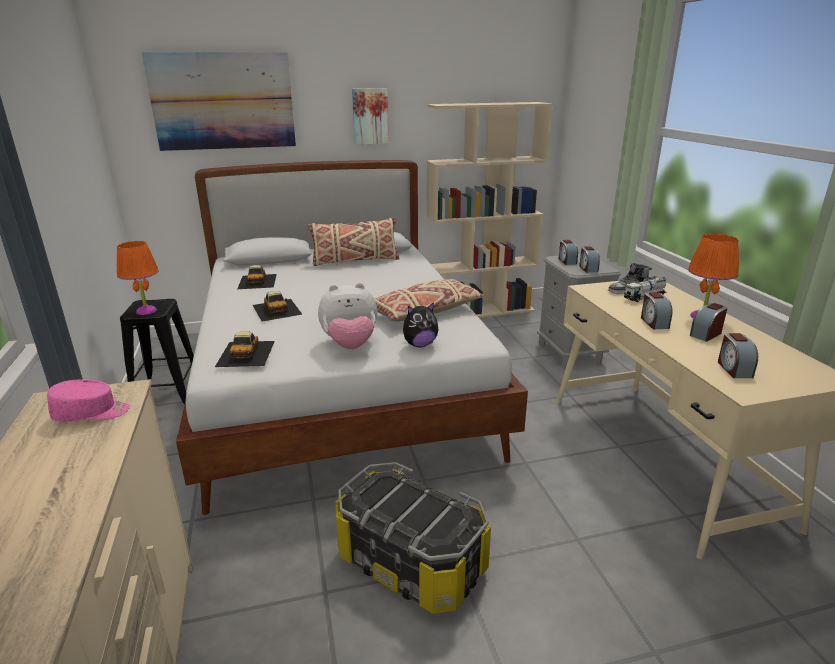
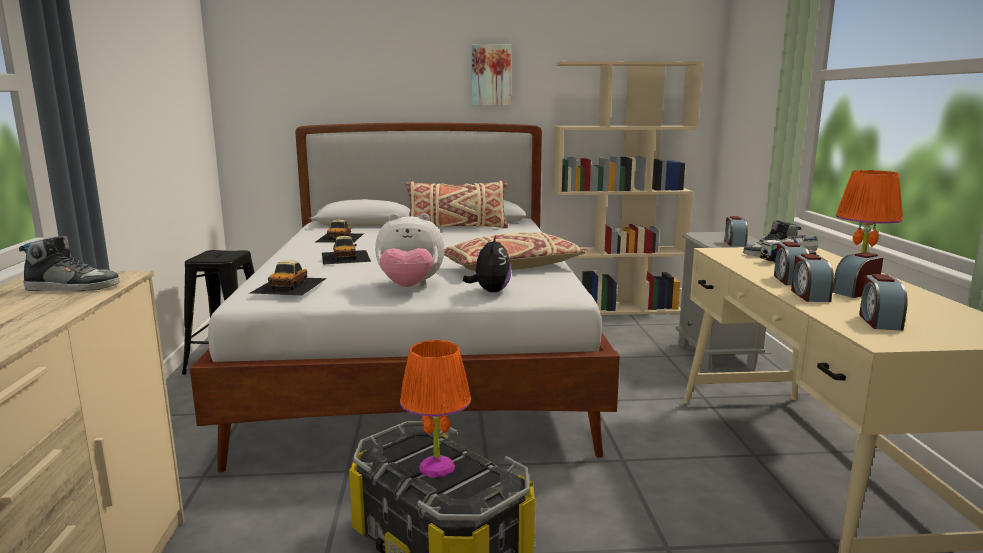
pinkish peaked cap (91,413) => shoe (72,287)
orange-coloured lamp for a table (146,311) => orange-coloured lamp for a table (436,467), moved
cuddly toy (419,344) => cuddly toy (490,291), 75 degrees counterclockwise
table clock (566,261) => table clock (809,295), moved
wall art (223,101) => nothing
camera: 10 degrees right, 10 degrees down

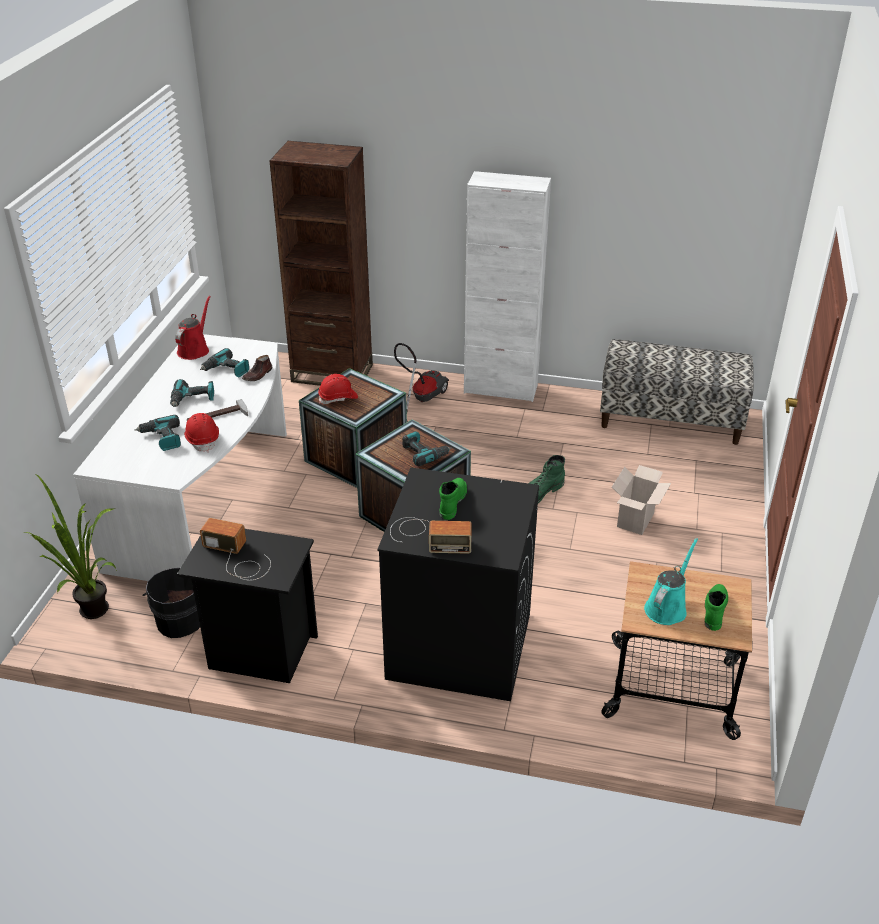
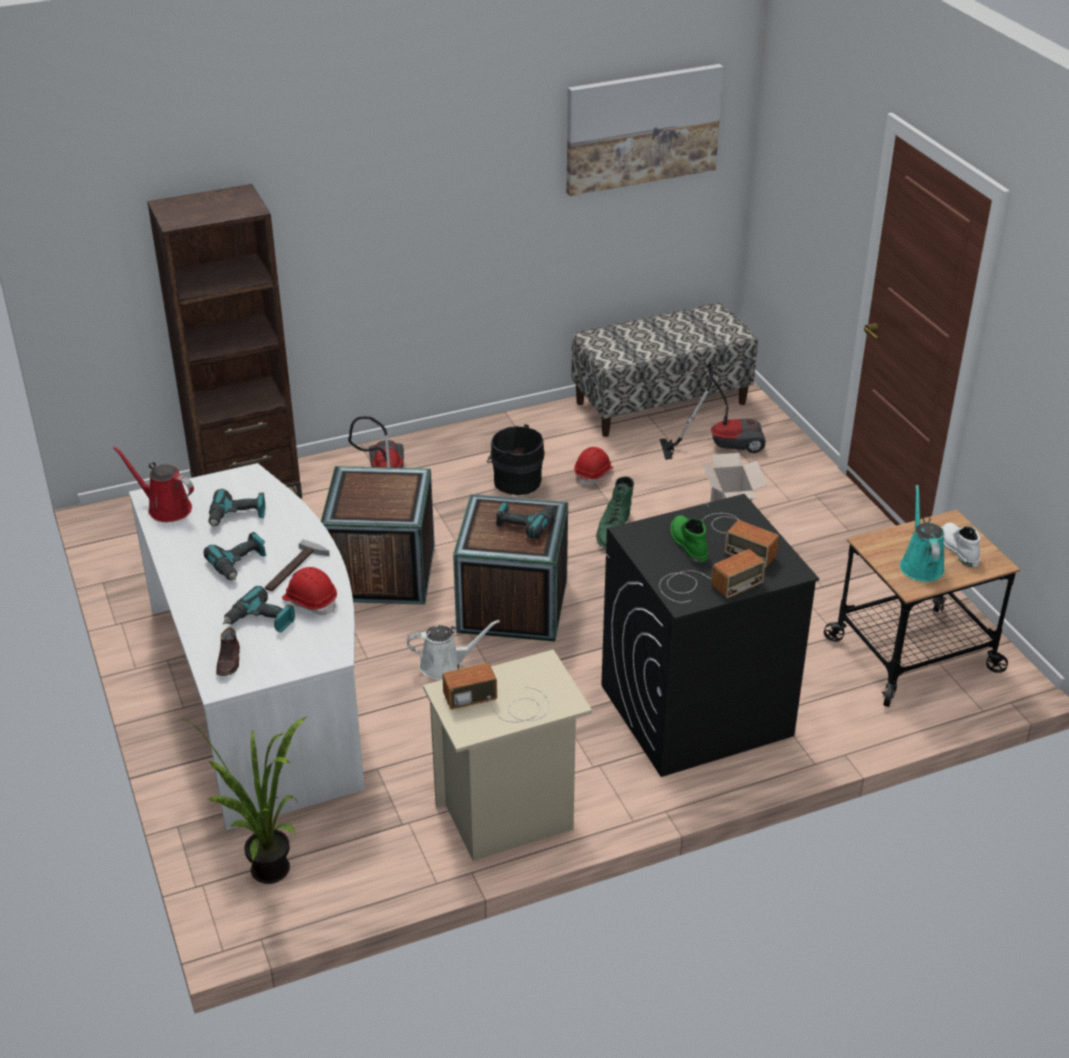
red-coloured watering pot (194,349) => red-coloured watering pot (165,508), 45 degrees counterclockwise
brown-coloured shoe (258,375) => brown-coloured shoe (229,661), moved
nothing => whitish watering pot (445,665)
blackish nightstand (259,652) => sand-coloured nightstand (507,817)
blackish pail (179,619) => blackish pail (515,480), moved
nothing => wall art (642,128)
red-coloured work helmet (338,398) => red-coloured work helmet (594,474), moved
nothing => vacuum cleaner (721,444)
nothing => radio set (736,538)
green-coloured tall boot (714,610) => whitish tall boot (957,549)
whitish cabinet (500,389) => nothing
camera: 35 degrees left, 0 degrees up

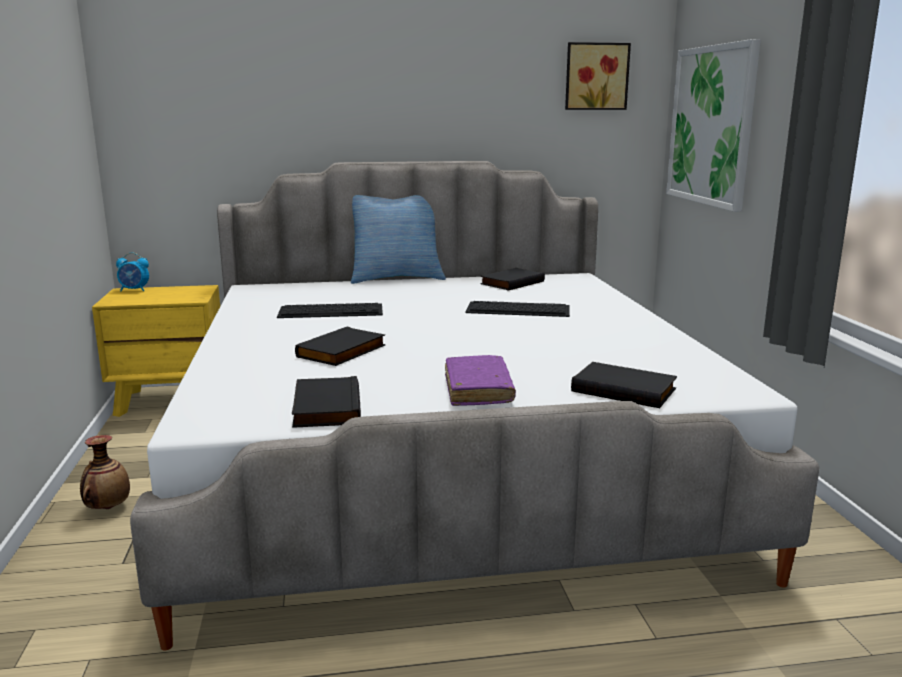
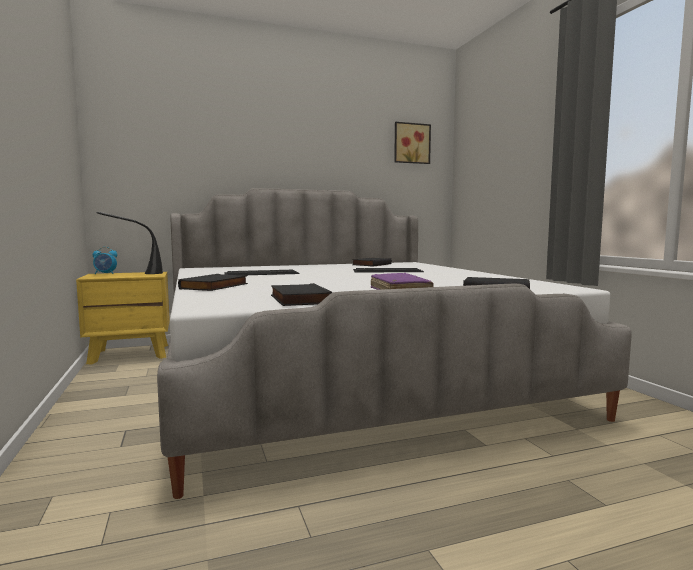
nothing => blackish lamp for a table (132,274)
blackish volume (342,352) => blackish volume (215,286), moved
vase (107,508) => nothing
pillow (396,278) => nothing
wall art (711,125) => nothing
camera: 10 degrees left, 10 degrees down

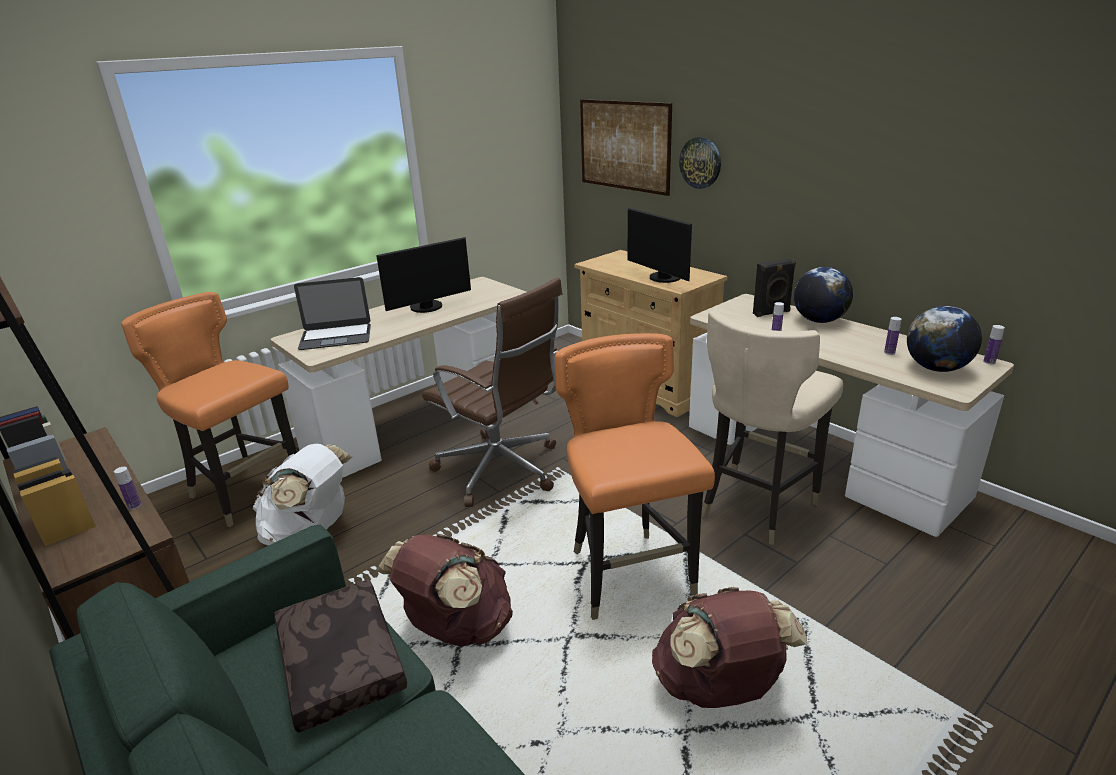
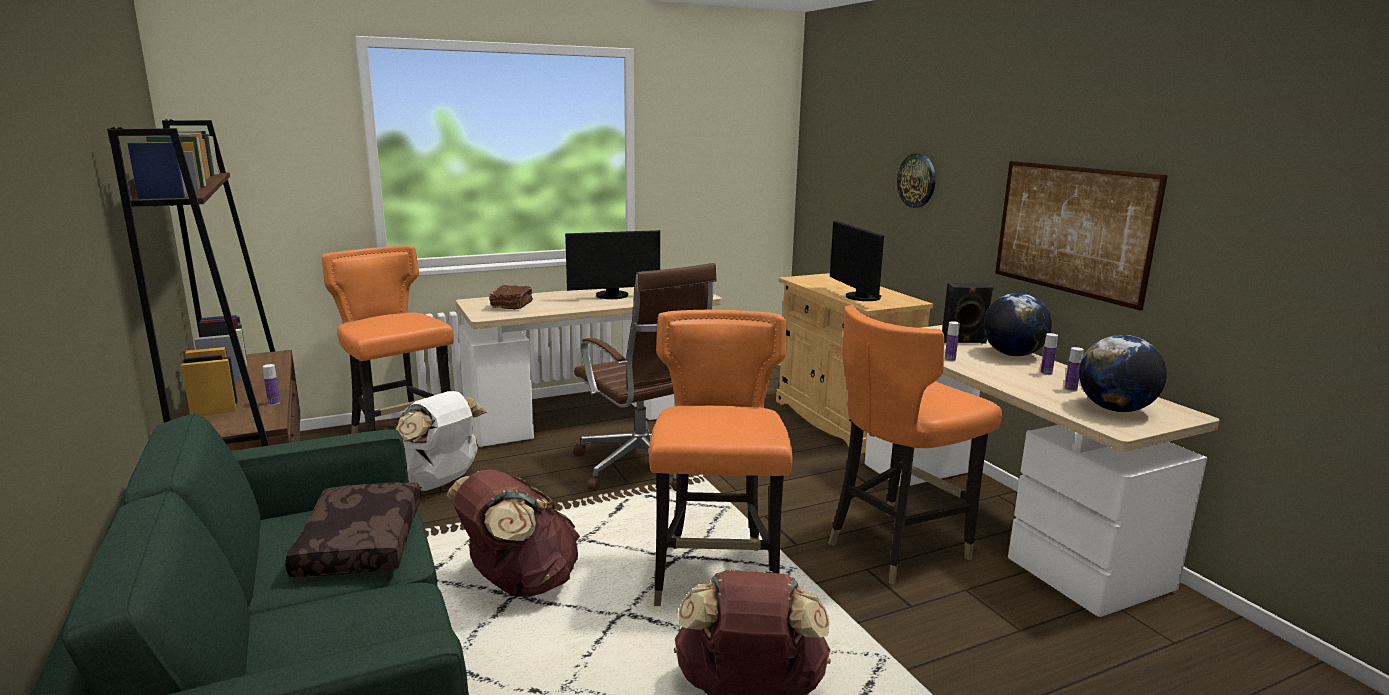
notebook computer (336,337) => brown-coloured volume (512,305)
sand-coloured plain chair (756,506) => orange-coloured plain chair (896,547)
wall art (624,145) => wall art (1072,230), moved
bottle (989,362) => bottle (1046,373), moved
camera: 15 degrees right, 10 degrees down

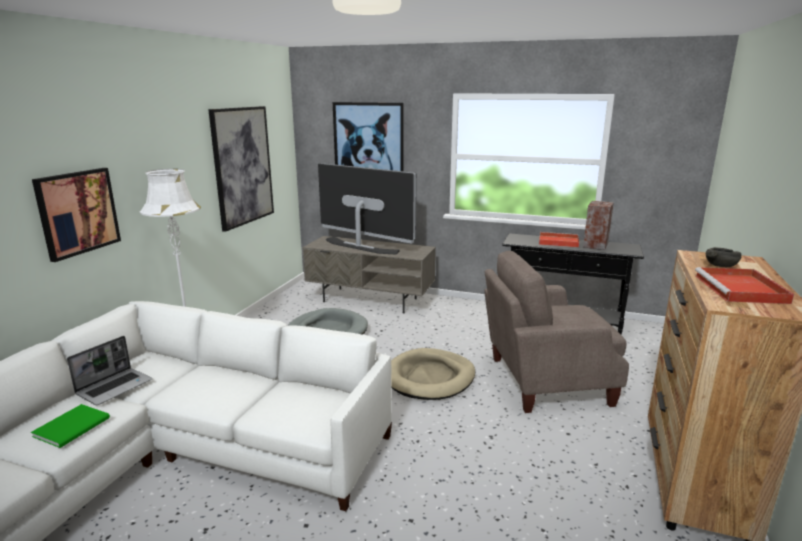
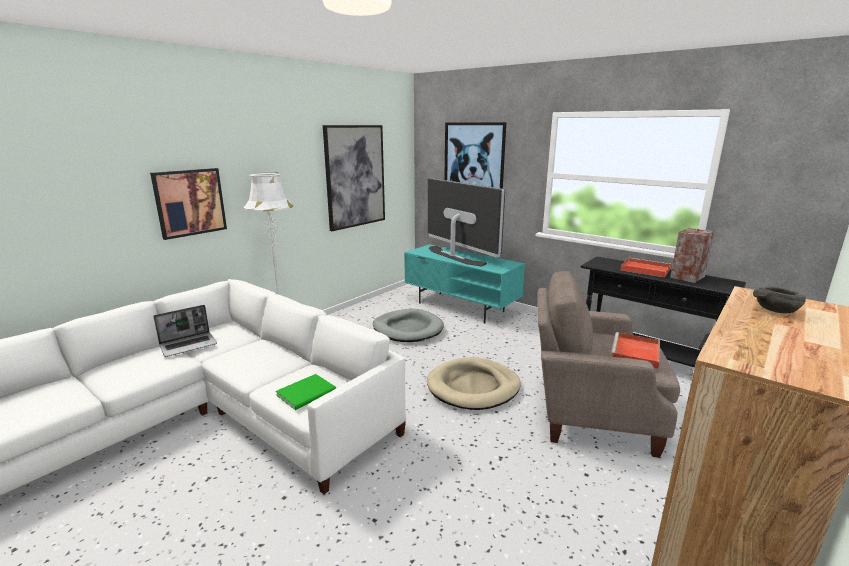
green-coloured volume (74,426) => green-coloured volume (308,393), moved
gray media console (371,300) => blue-green media console (461,307)
red-coloured serving tray (741,289) => red-coloured serving tray (636,353), moved
camera: 20 degrees right, 0 degrees up

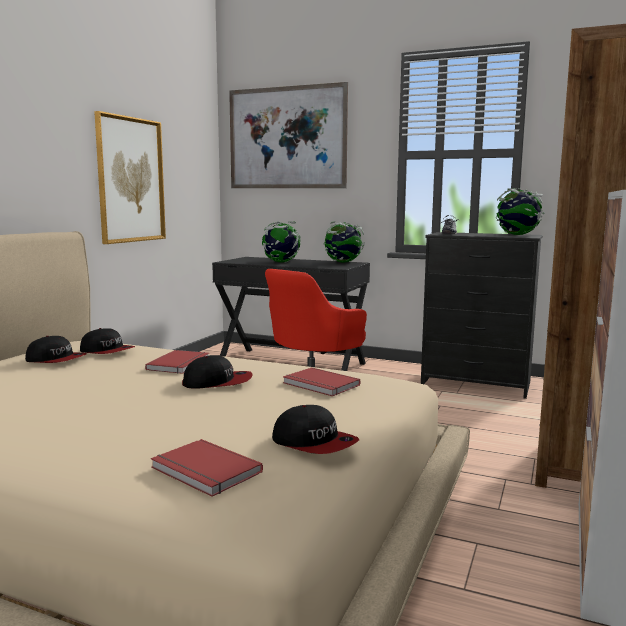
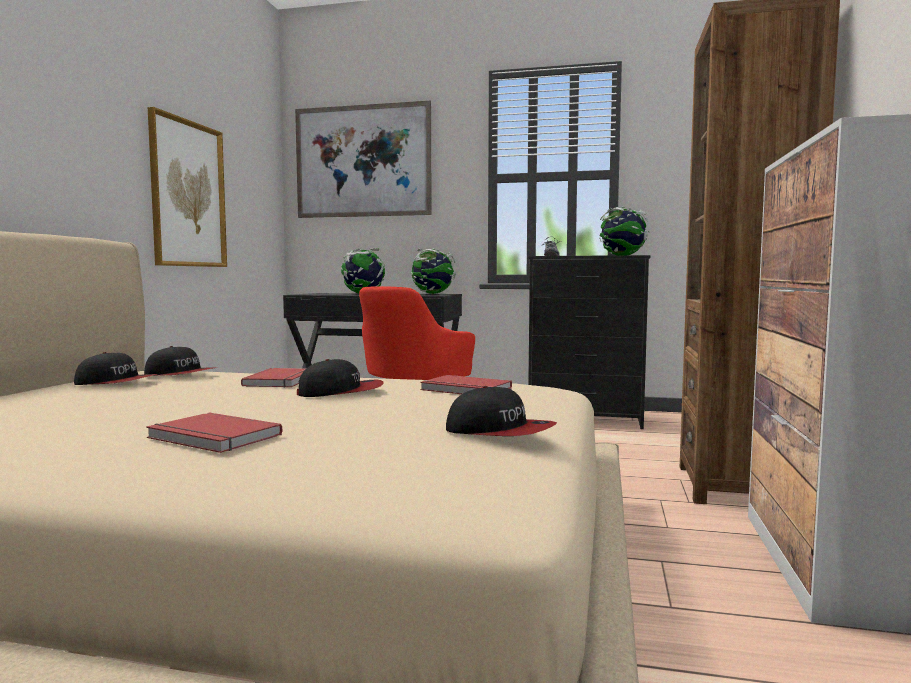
red-coloured volume (204,471) => red-coloured volume (212,437), moved
camera: 10 degrees left, 5 degrees down

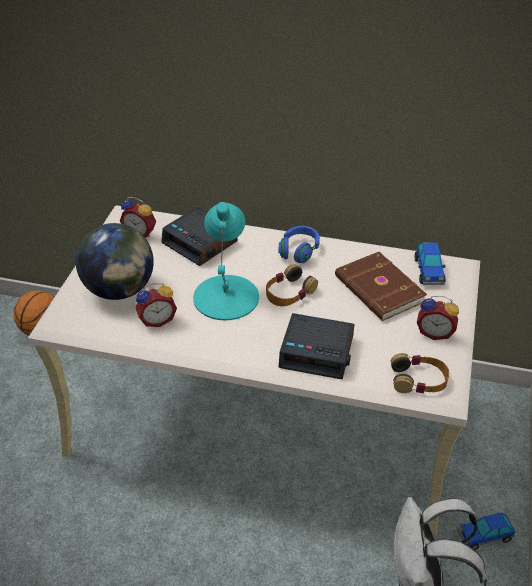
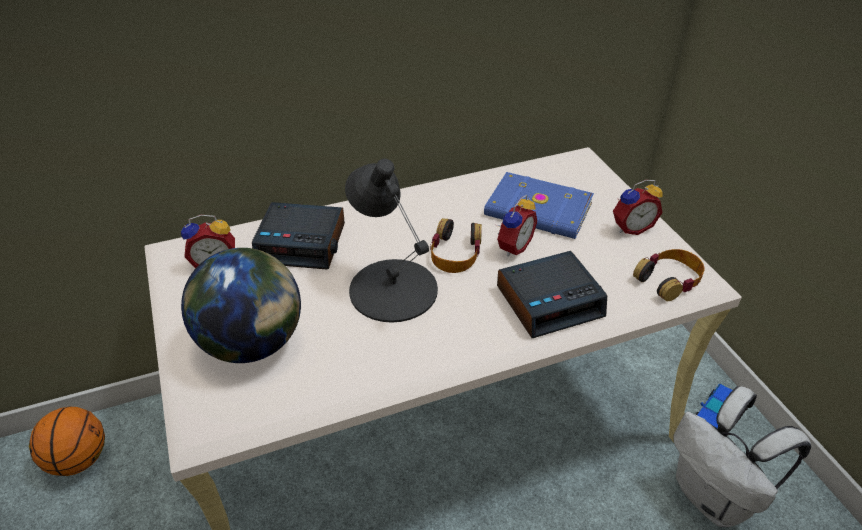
blue-green lamp for a table (226,296) => blackish lamp for a table (393,289)
brown-coloured volume (378,290) => blue volume (538,211)
table clock (157,320) => table clock (512,246), moved
blue headset (299,251) => nothing
model car (429,271) => nothing
camera: 35 degrees left, 0 degrees up

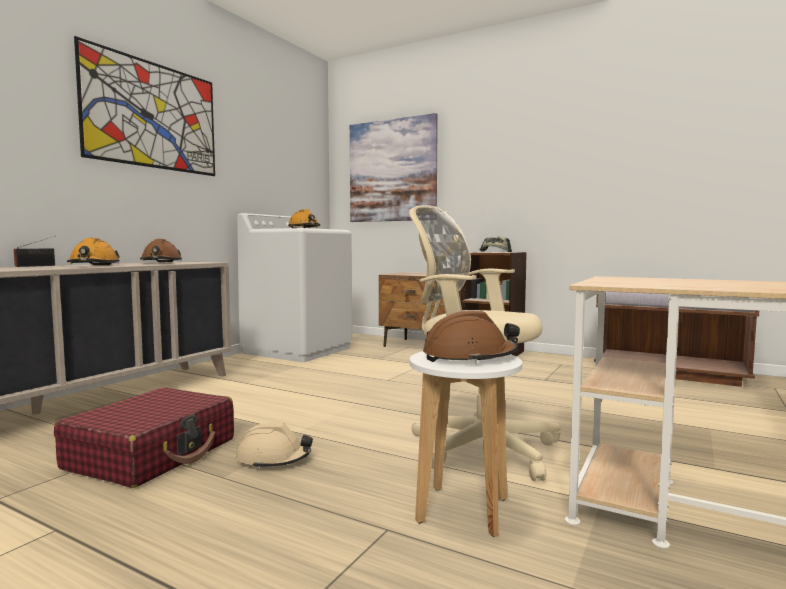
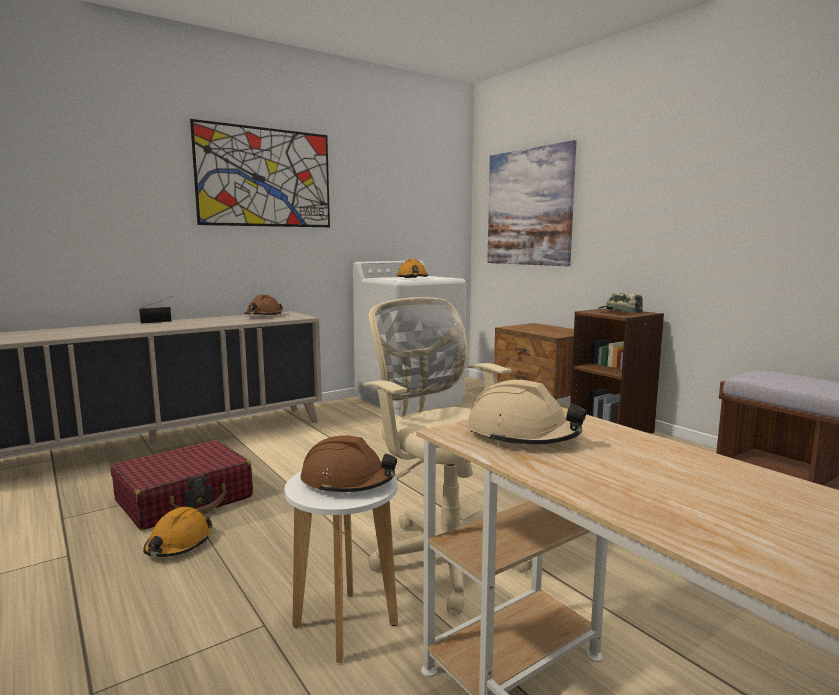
orange-coloured work helmet (93,266) => orange-coloured work helmet (178,544), moved
sand-coloured work helmet (273,459) => sand-coloured work helmet (522,436), moved
camera: 25 degrees right, 5 degrees up

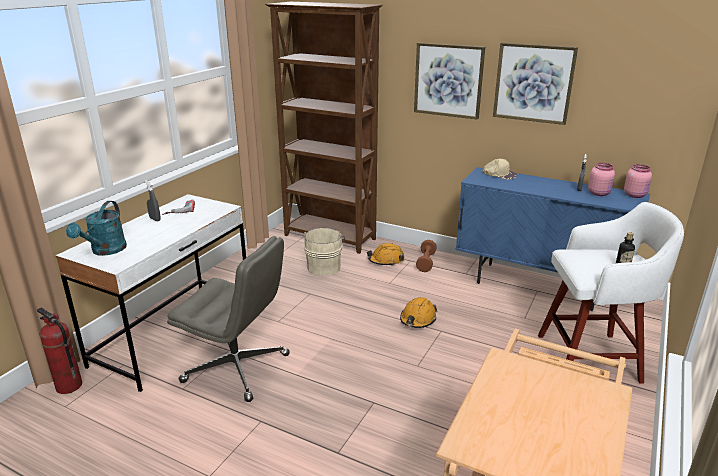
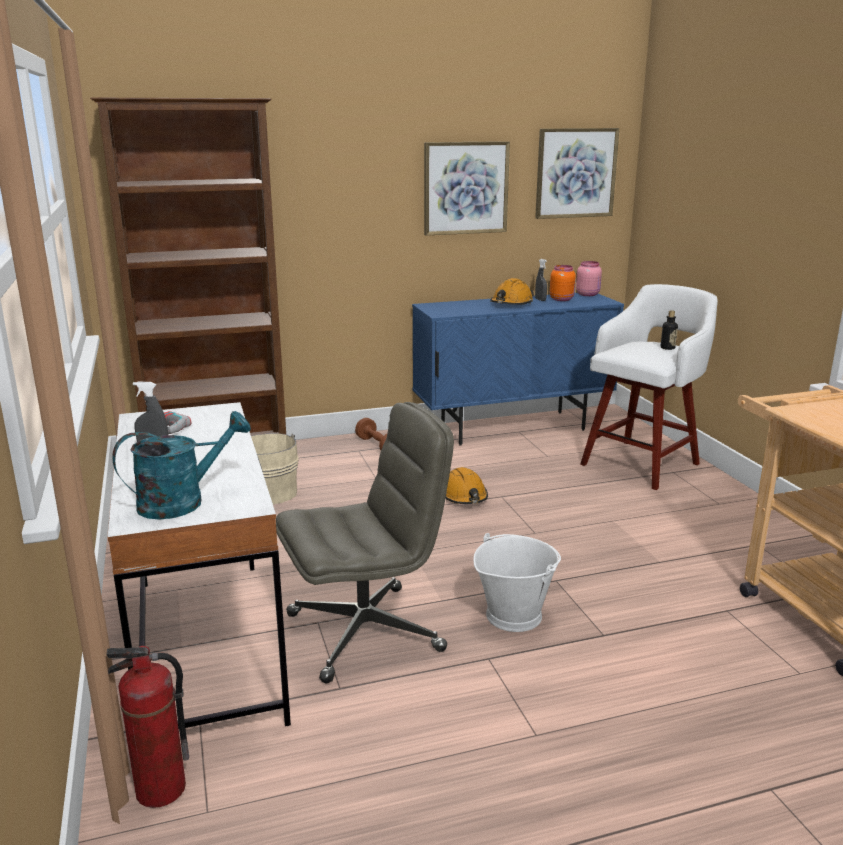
blue-green watering pot (105,251) => blue-green watering pot (182,501), 90 degrees counterclockwise
nothing => whitish pail (513,615)
orange-coloured work helmet (386,260) => orange-coloured work helmet (511,304), moved
wall art (448,80) => wall art (575,173), moved
pinkish storage jar (599,193) => orange-coloured storage jar (562,299)
sand-coloured peaked cap (499,174) => nothing
camera: 45 degrees left, 5 degrees down

